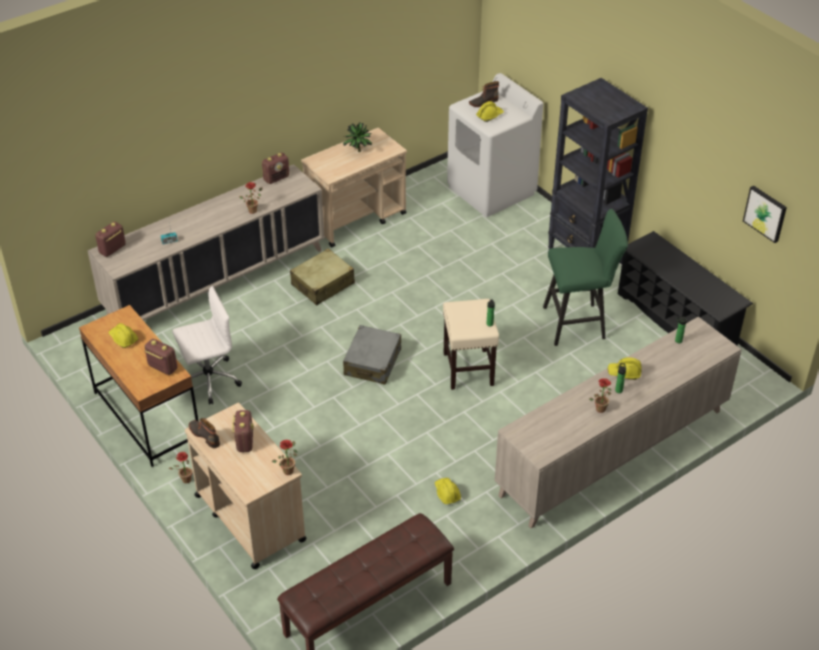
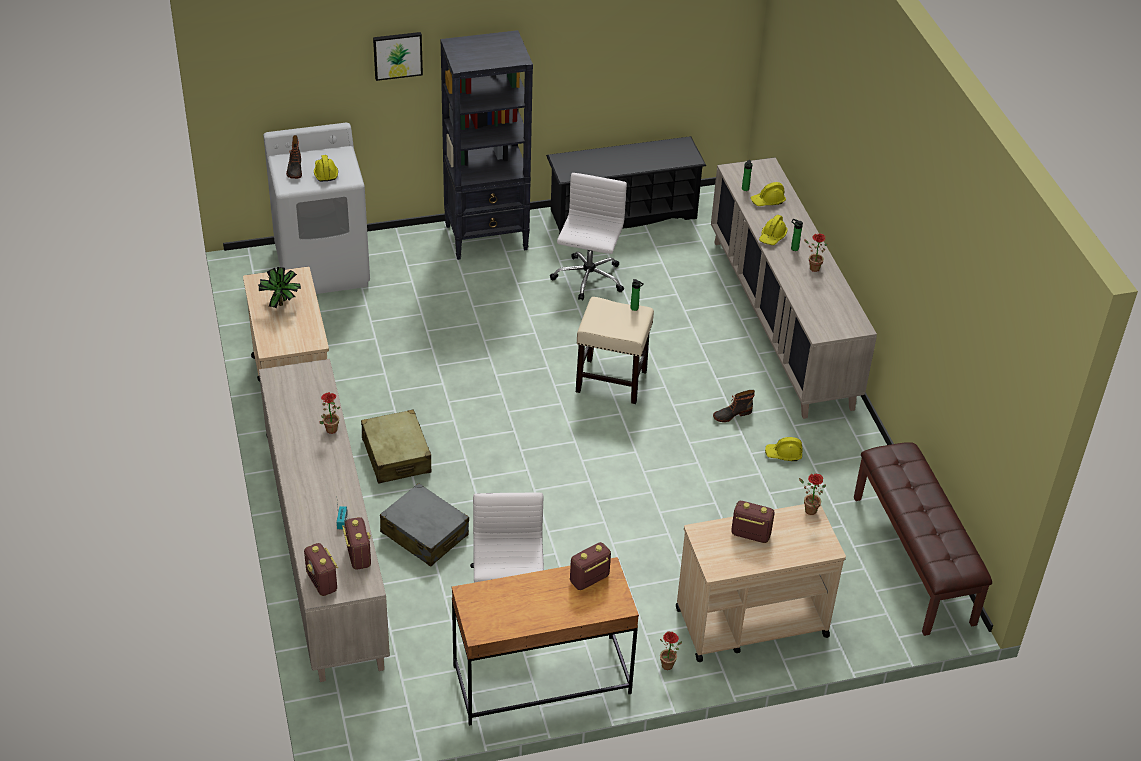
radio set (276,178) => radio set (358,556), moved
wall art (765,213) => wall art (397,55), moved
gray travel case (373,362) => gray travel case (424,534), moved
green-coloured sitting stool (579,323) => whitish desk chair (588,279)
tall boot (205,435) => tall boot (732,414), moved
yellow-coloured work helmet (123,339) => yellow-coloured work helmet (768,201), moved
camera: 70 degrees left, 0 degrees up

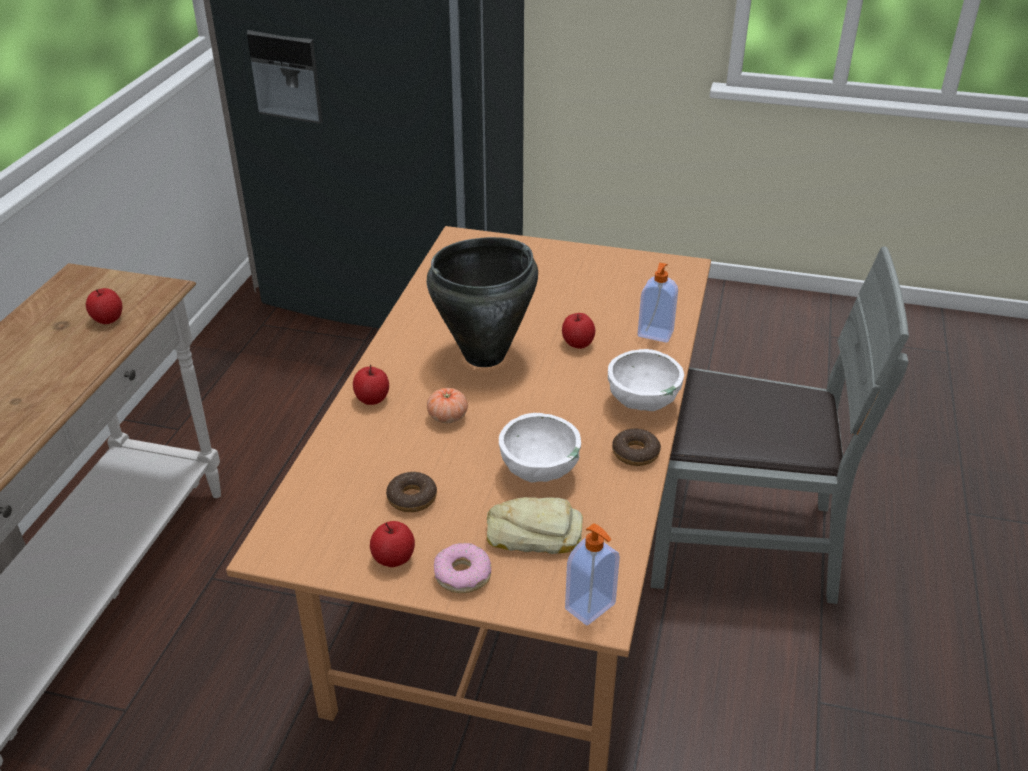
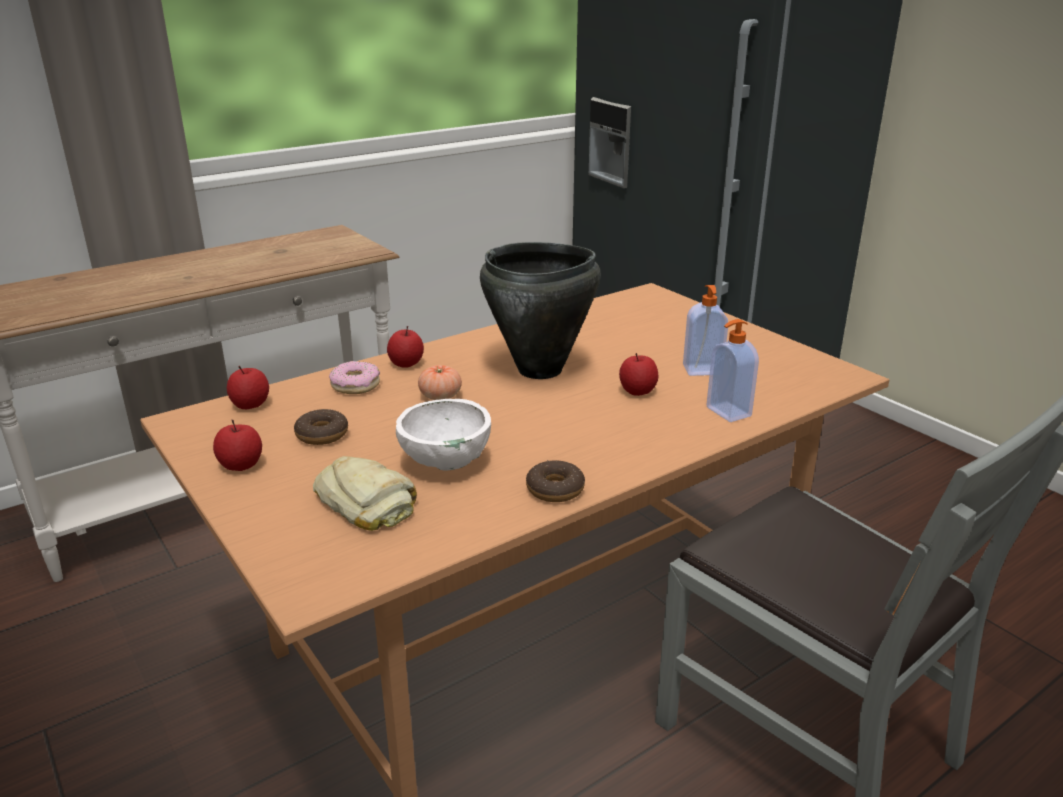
whole apple (108,319) => whole apple (250,405), moved
donut (463,575) => donut (355,385), moved
liquid soap bottle (591,607) => liquid soap bottle (702,371), moved
whitish bowl (641,403) => nothing
camera: 40 degrees right, 10 degrees down

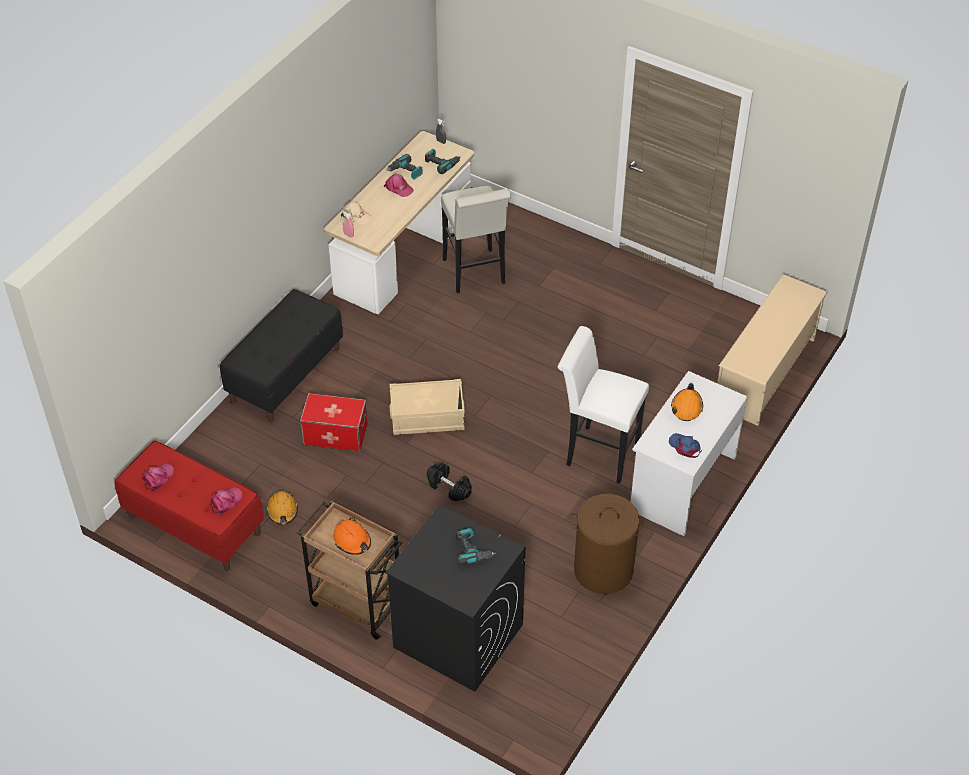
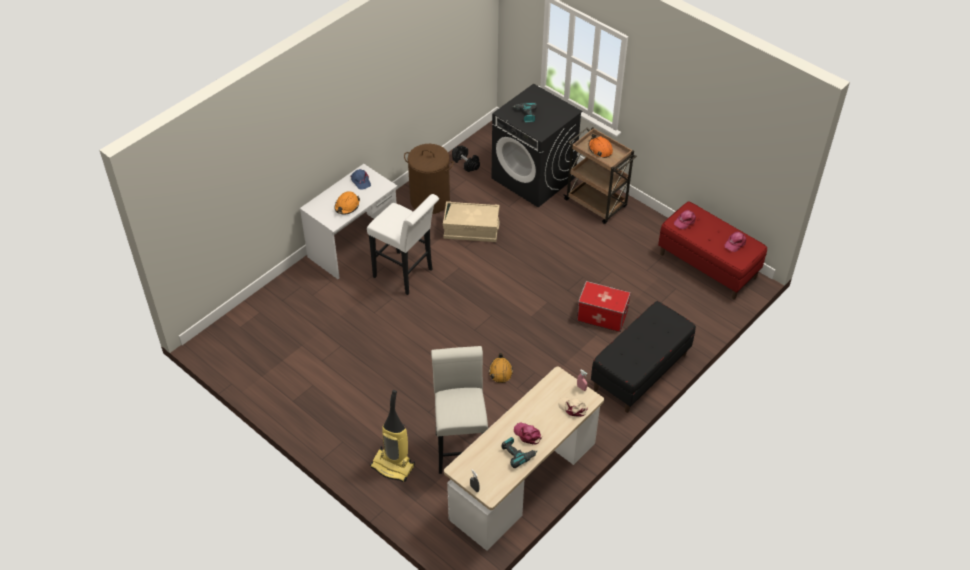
nothing => vacuum cleaner (393,466)
sand-coloured storage box (427,418) => sand-coloured storage box (471,230), moved
blackish hand weight (448,488) => blackish hand weight (466,163), moved
orange-coloured work helmet (282,511) => orange-coloured work helmet (500,371), moved
electric drill (442,164) => nothing
sand-coloured shoe rack (765,373) => nothing
camera: 170 degrees left, 0 degrees up

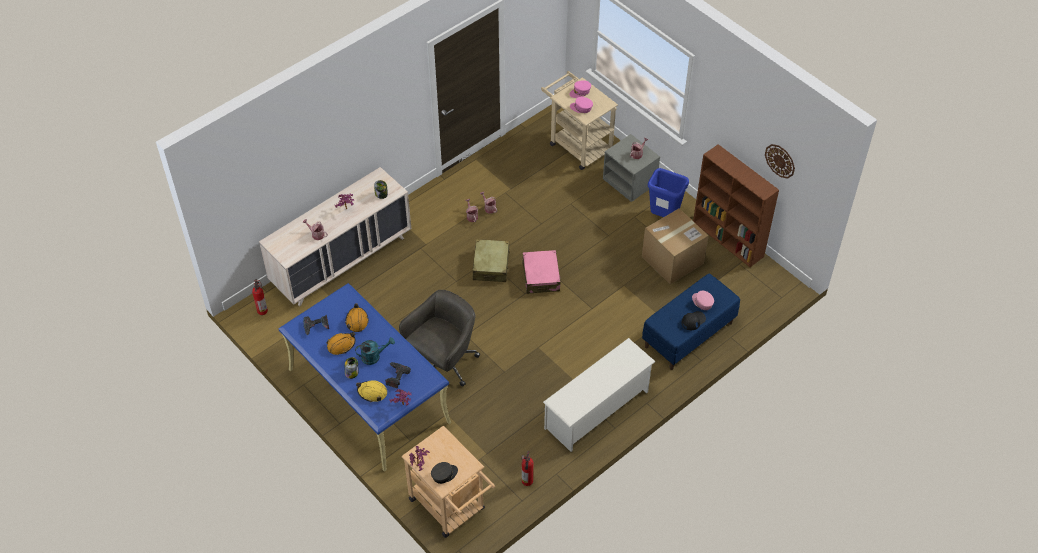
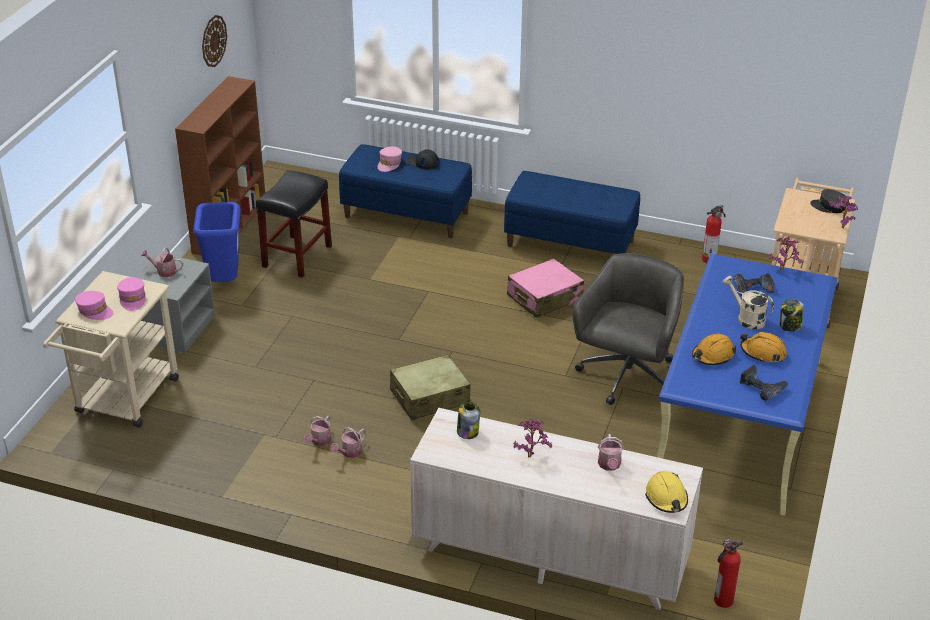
packing box (672,260) => blackish sitting stool (297,256)
whitish shoe rack (597,410) => blue long seat (571,243)
pinkish travel case (541,277) => pinkish travel case (544,298), moved
gray desk chair (443,363) => gray desk chair (626,377), 105 degrees clockwise
yellow-coloured work helmet (372,392) => yellow-coloured work helmet (666,498), moved
blue-green watering pot (374,356) => sand-coloured watering pot (746,318)
camera: 120 degrees left, 15 degrees down

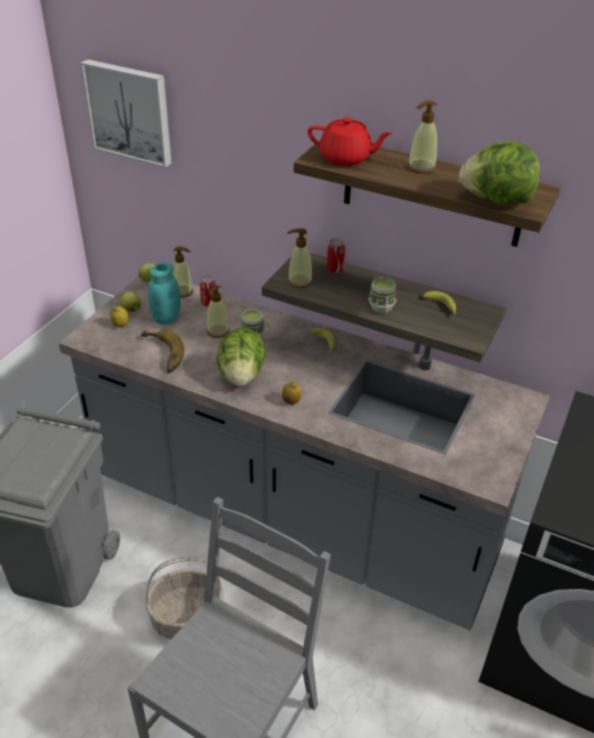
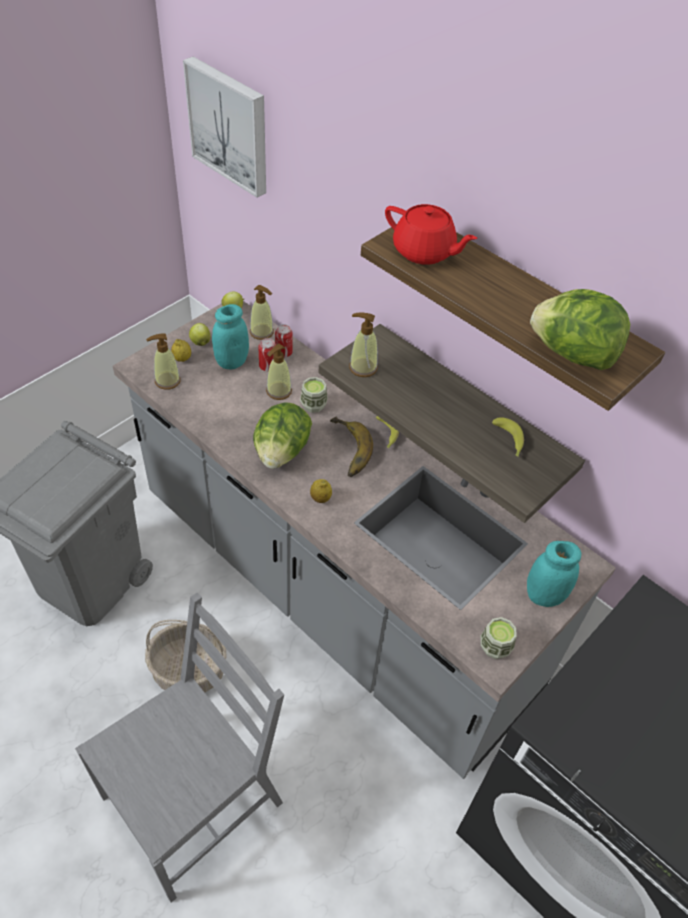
liquid soap bottle (421,167) => liquid soap bottle (167,381), moved
sealed can (335,269) => sealed can (267,366), moved
banana fruit (160,355) => banana fruit (345,450), moved
small cup (381,306) => small cup (495,647), moved
nothing => blue-green storage jar (544,596)
camera: 15 degrees right, 10 degrees up

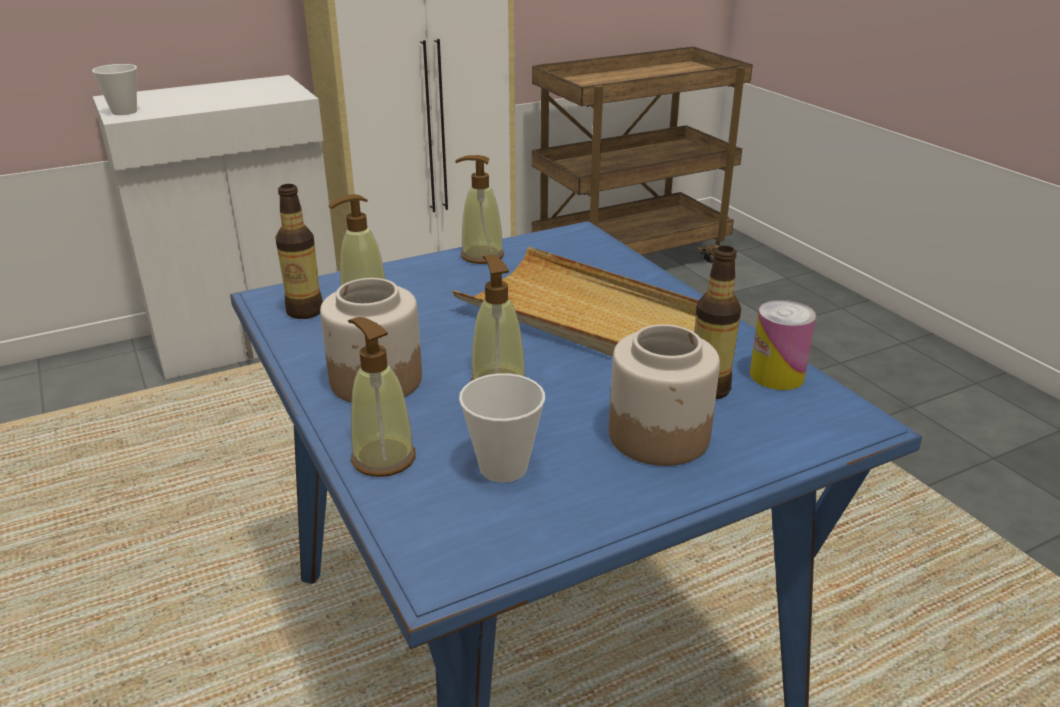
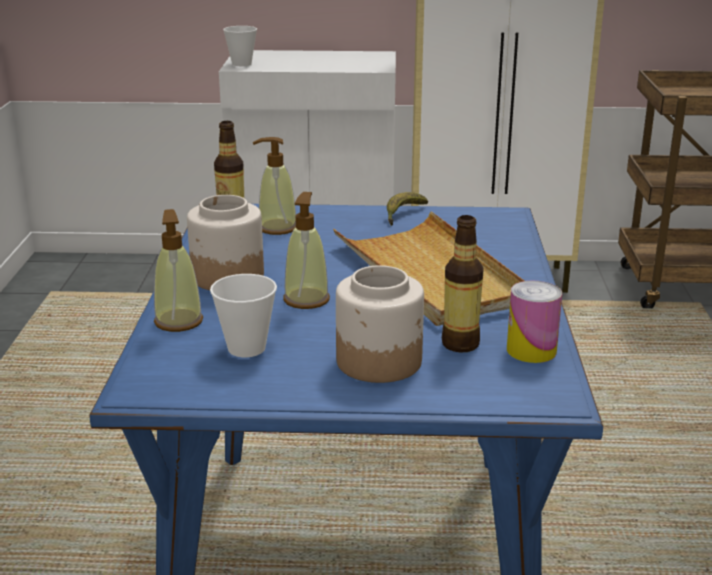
liquid soap bottle (481,256) => banana fruit (403,214)
camera: 30 degrees right, 5 degrees down

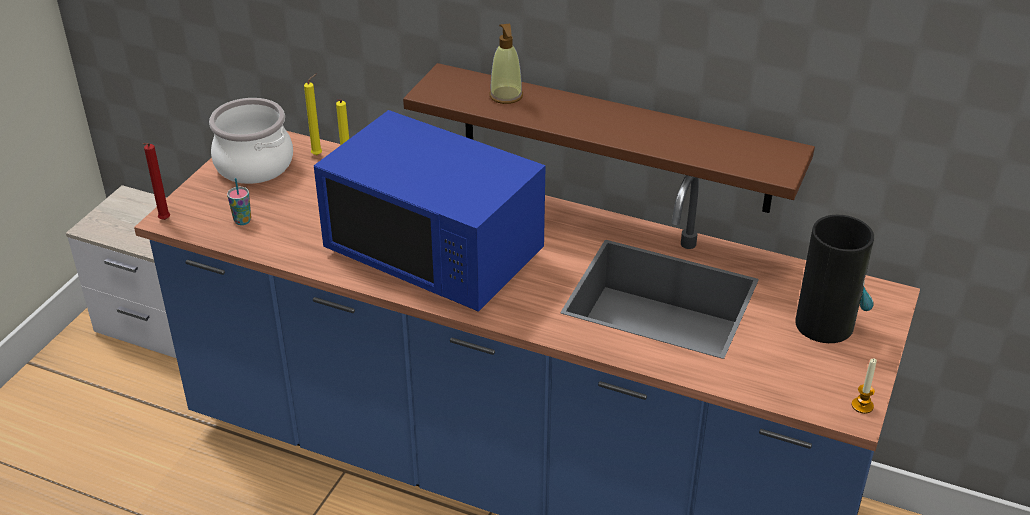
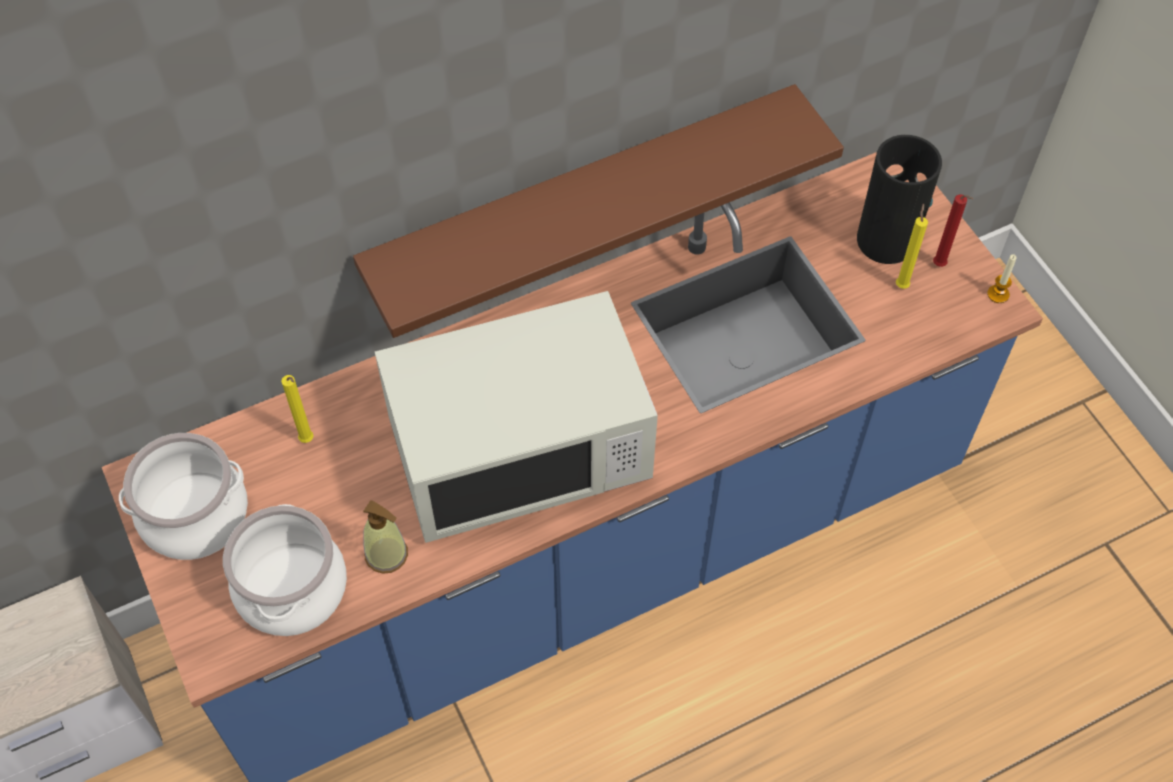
small cup (242,221) => cooking pot (290,588)
liquid soap bottle (506,96) => liquid soap bottle (387,554), moved
blue microwave (435,254) => whitish microwave (520,452)
yellow-coloured wax light (318,154) => yellow-coloured wax light (902,284), moved
red-coloured wax light (163,221) => red-coloured wax light (940,266), moved
camera: 50 degrees left, 20 degrees up

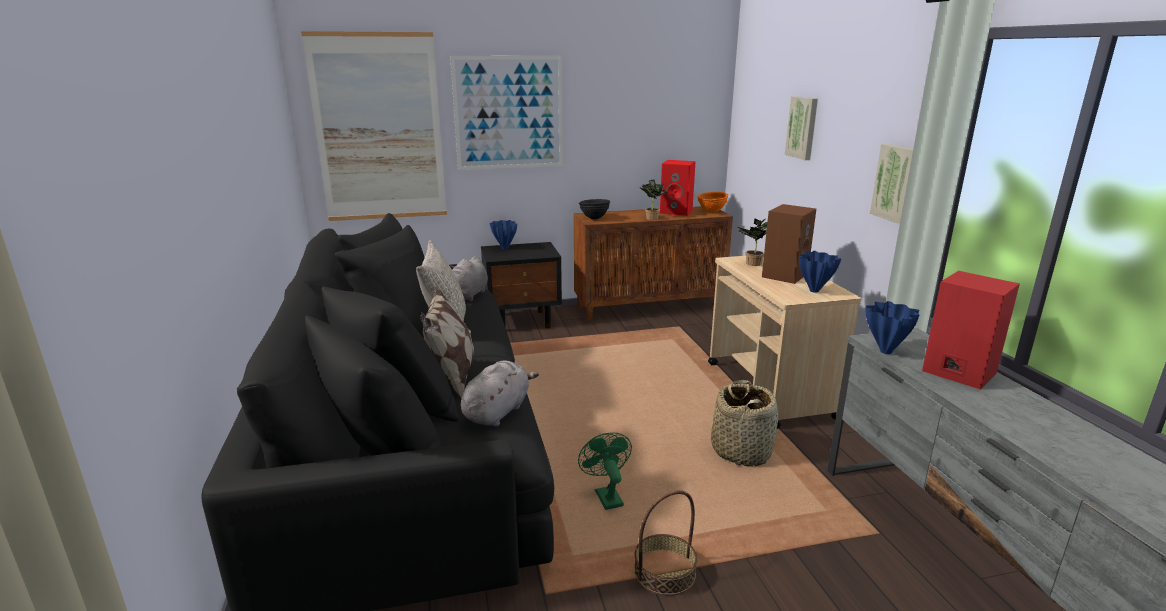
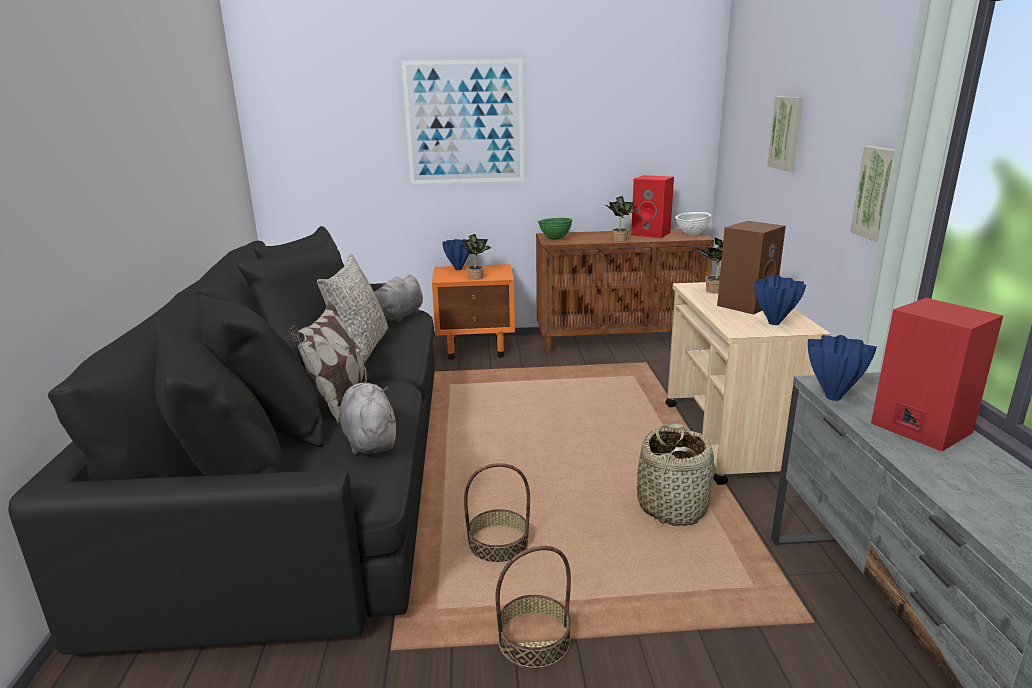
gray cuddly toy (498,411) => gray cuddly toy (369,439), 60 degrees counterclockwise
blackish nightstand (523,321) => orange-coloured nightstand (477,348)
nothing => potted plant (475,277)
green-coloured electric fan (606,495) => storage basket (498,544)
blackish bowl (594,218) => green-coloured bowl (555,239)
orange-coloured bowl (711,212) => whitish bowl (691,235)
wall art (379,129) => nothing
camera: 10 degrees right, 0 degrees up

